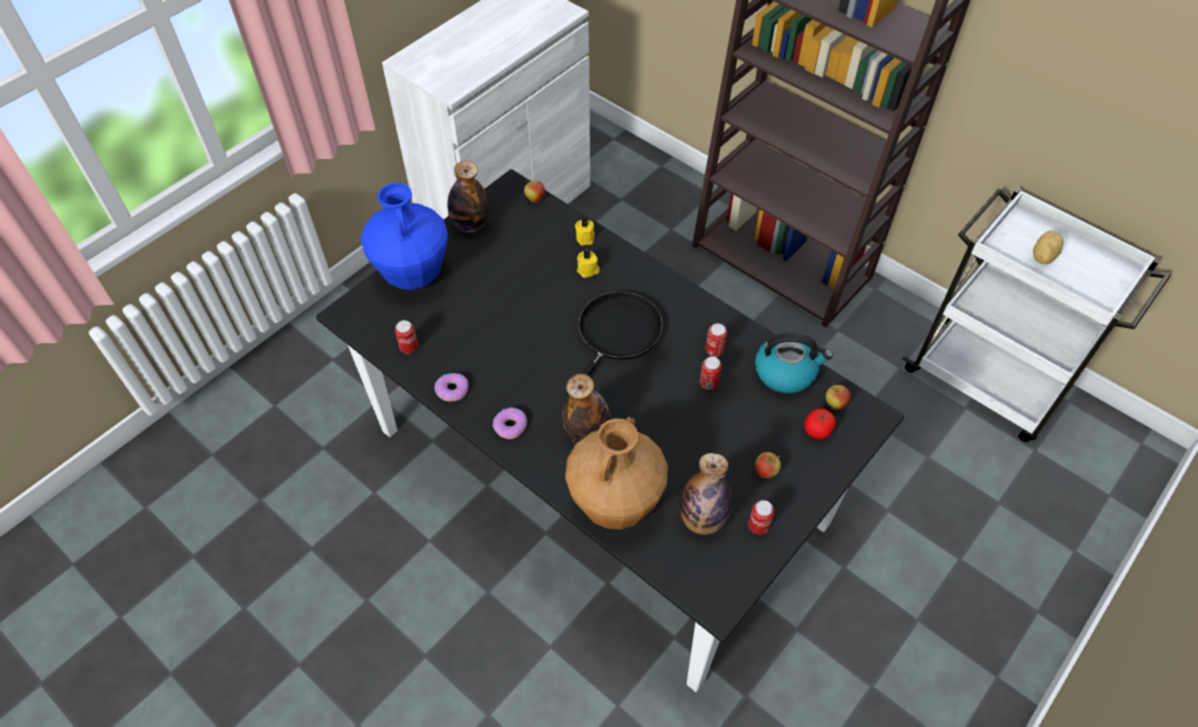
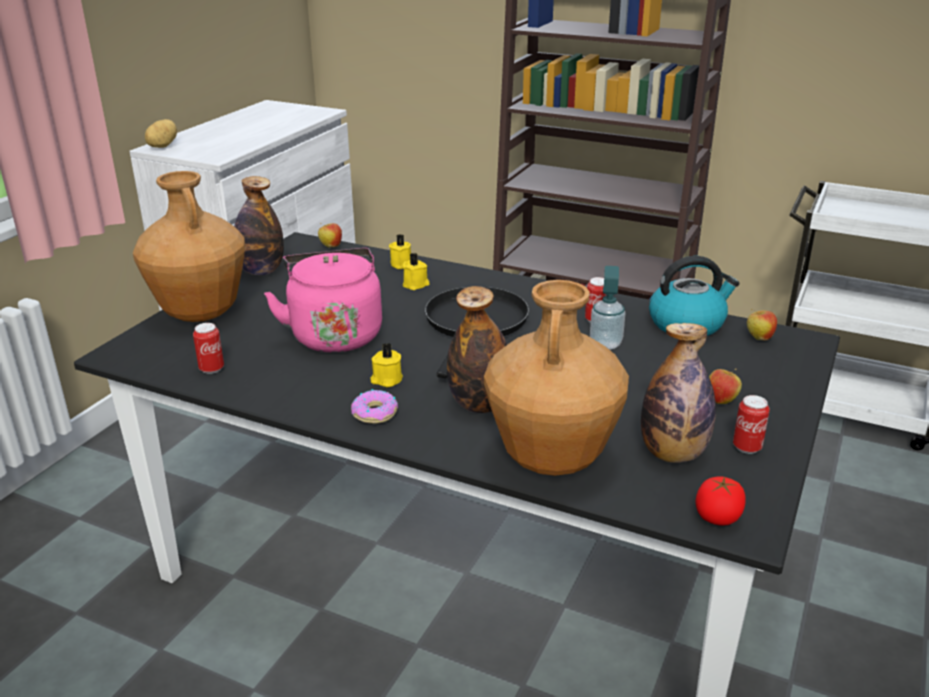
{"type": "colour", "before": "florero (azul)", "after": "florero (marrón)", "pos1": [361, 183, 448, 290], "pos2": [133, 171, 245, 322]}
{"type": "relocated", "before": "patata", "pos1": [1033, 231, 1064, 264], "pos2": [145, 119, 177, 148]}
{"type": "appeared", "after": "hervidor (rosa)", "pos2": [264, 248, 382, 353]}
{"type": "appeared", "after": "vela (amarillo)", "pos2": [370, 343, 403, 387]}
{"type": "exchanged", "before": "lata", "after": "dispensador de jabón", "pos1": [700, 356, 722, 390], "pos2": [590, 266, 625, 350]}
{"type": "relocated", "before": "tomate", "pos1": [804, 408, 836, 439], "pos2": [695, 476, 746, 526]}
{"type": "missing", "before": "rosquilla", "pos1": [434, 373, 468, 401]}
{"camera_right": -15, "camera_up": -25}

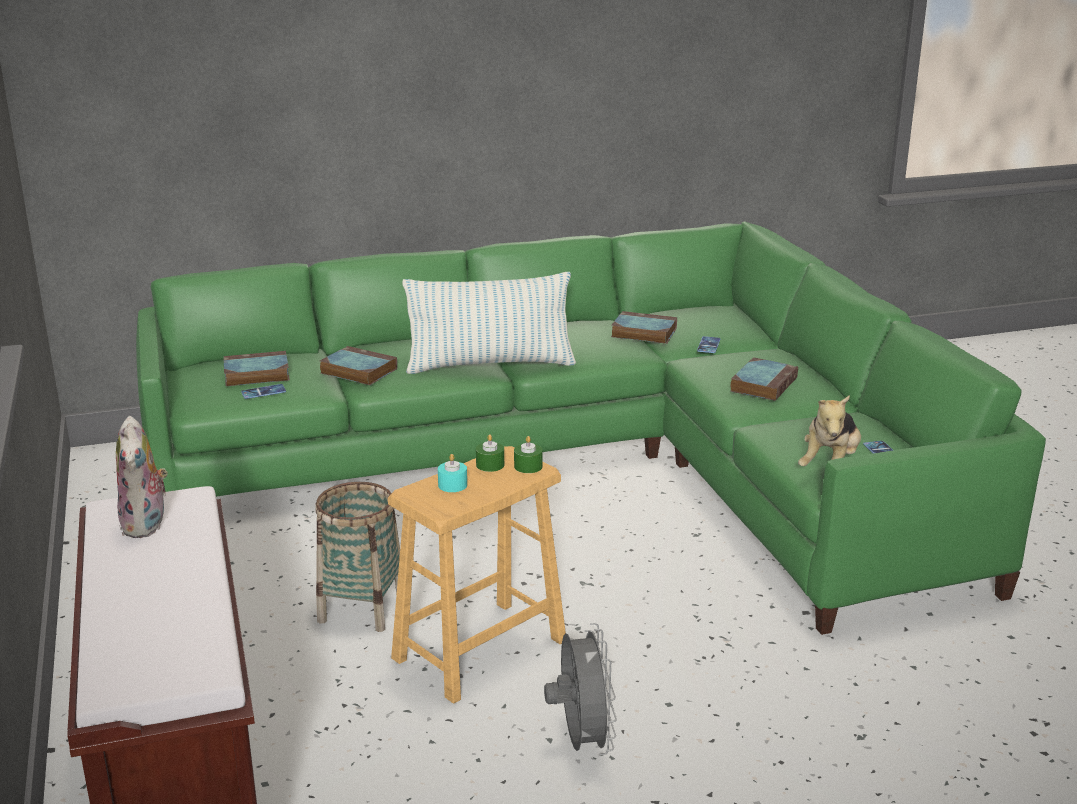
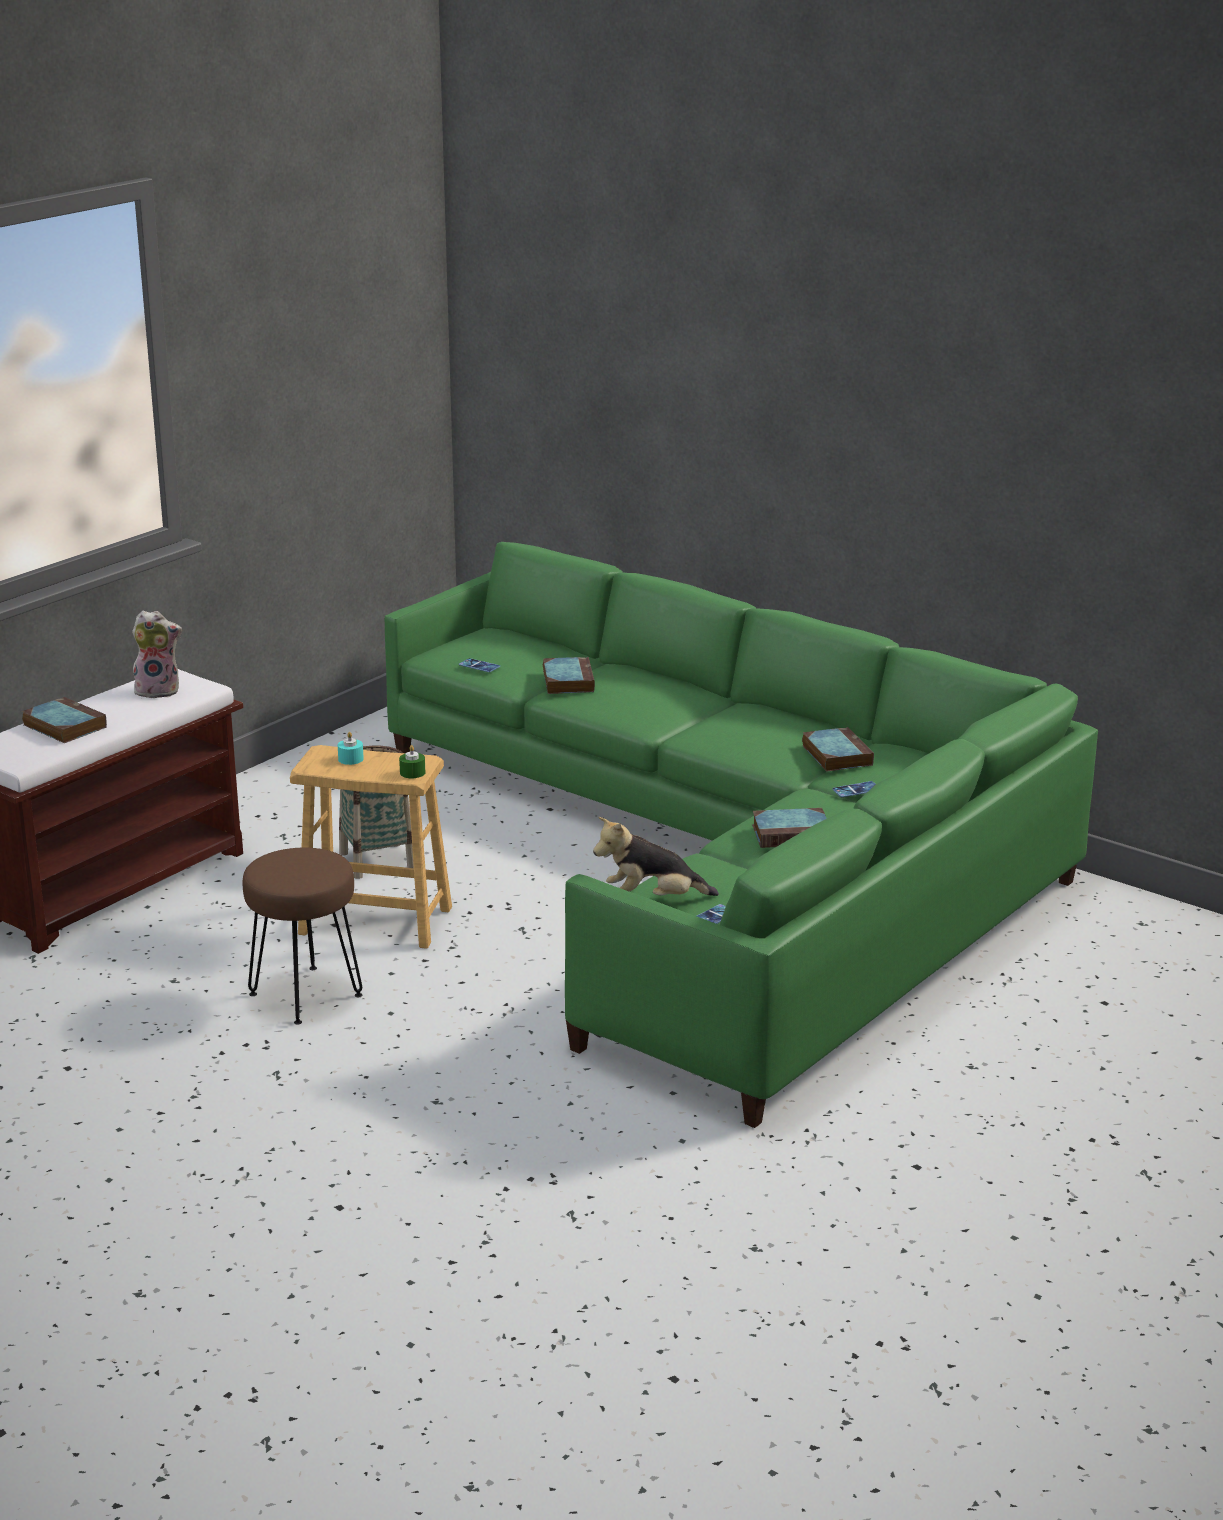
{"type": "relocated", "before": "libro", "pos1": [223, 351, 290, 386], "pos2": [22, 697, 107, 743]}
{"type": "spun", "before": "peluche", "pos1": [116, 416, 168, 538], "pos2": [132, 611, 182, 698], "turn": -135}
{"type": "exchanged", "before": "ventilador (gris)", "after": "taburete (marrón)", "pos1": [544, 623, 617, 755], "pos2": [243, 848, 362, 1025]}
{"type": "missing", "before": "cojín", "pos1": [402, 272, 576, 374]}
{"type": "missing", "before": "vela (verde)", "pos1": [476, 434, 504, 472]}
{"camera_right": 55, "camera_up": 0}

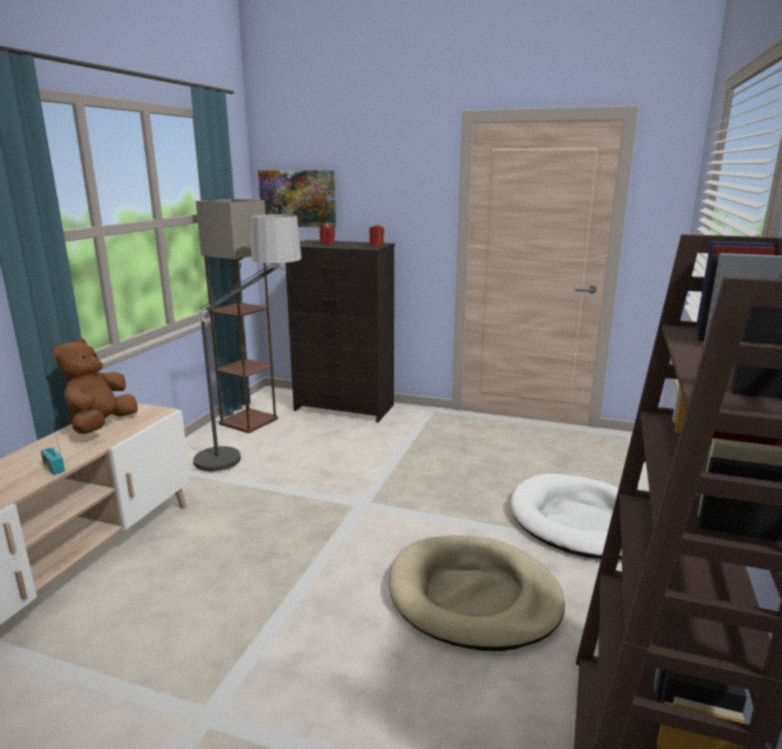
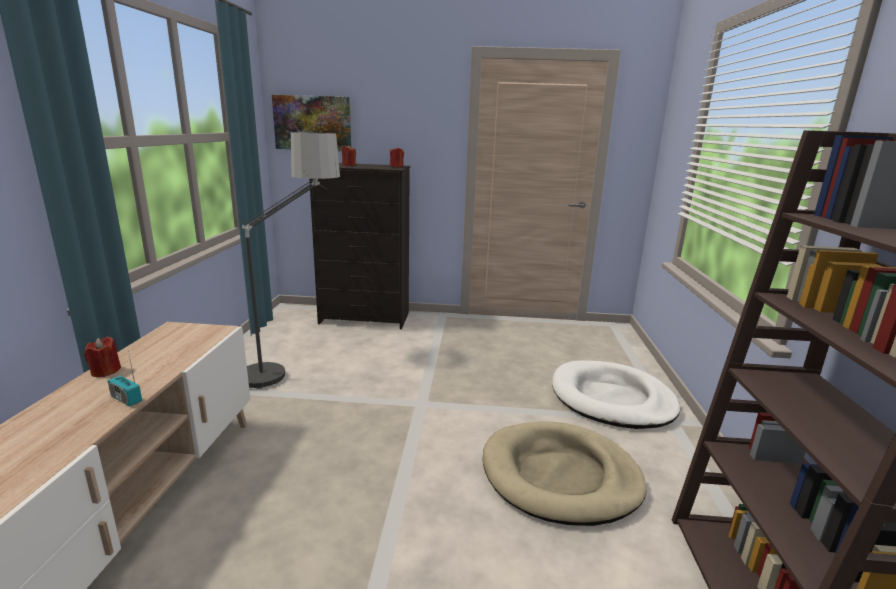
{"type": "appeared", "after": "vela (rojo)", "pos2": [84, 337, 121, 377]}
{"type": "missing", "before": "peluche (marrón)", "pos1": [53, 338, 138, 434]}
{"type": "missing", "before": "lámpara de pie", "pos1": [196, 199, 278, 433]}
{"camera_right": -15, "camera_up": 0}

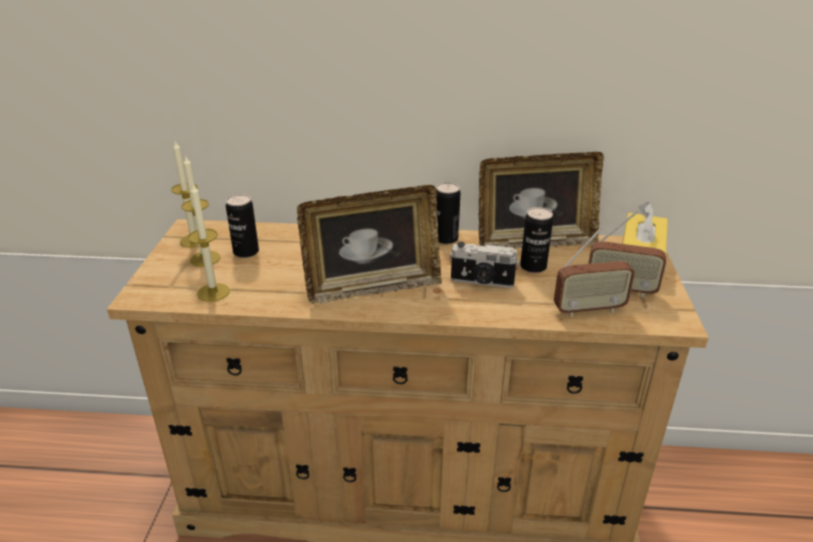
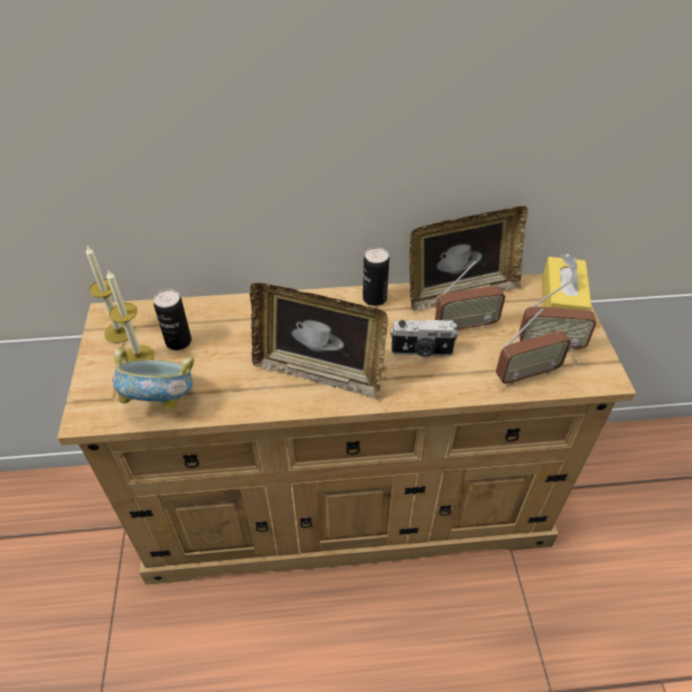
{"type": "exchanged", "before": "vela", "after": "cuenco", "pos1": [188, 184, 230, 302], "pos2": [112, 347, 194, 410]}
{"type": "spun", "before": "portarretratos", "pos1": [297, 185, 442, 304], "pos2": [250, 283, 388, 400], "turn": 45}
{"type": "exchanged", "before": "lata", "after": "radio", "pos1": [520, 207, 553, 273], "pos2": [435, 261, 505, 330]}
{"camera_right": -10, "camera_up": 15}

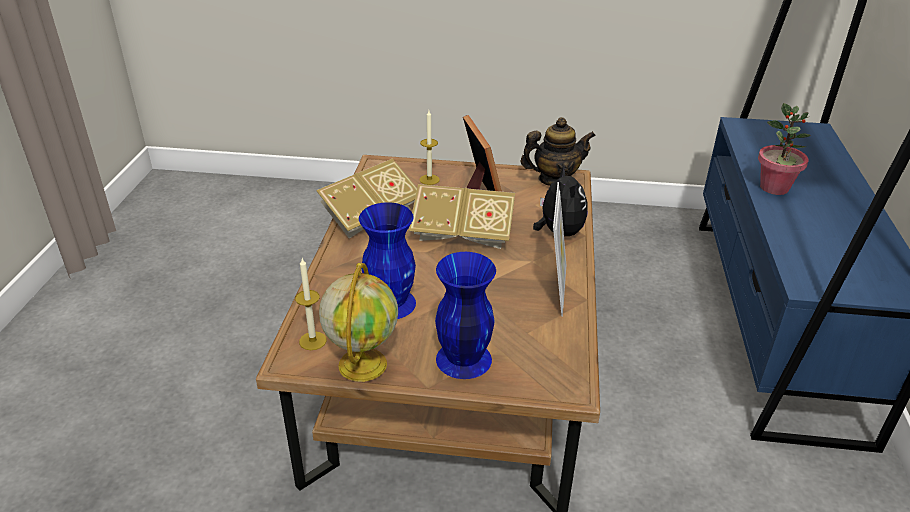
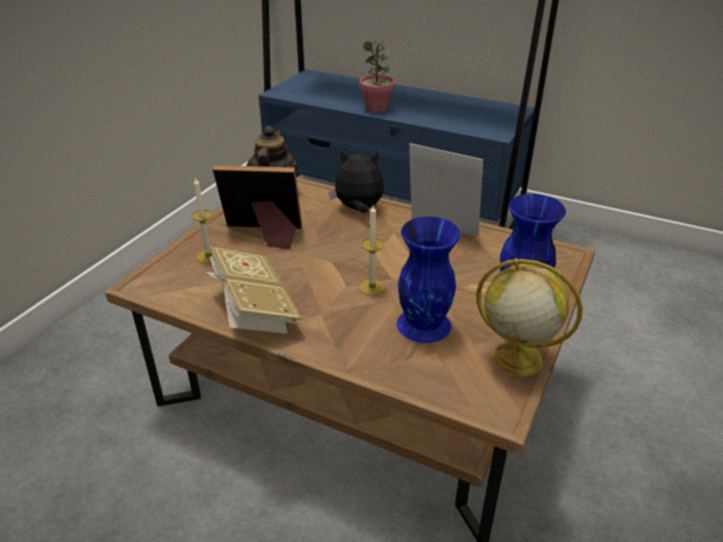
{"type": "relocated", "before": "vela", "pos1": [295, 258, 327, 350], "pos2": [359, 206, 385, 295]}
{"type": "missing", "before": "libro", "pos1": [409, 184, 515, 249]}
{"camera_right": -70, "camera_up": 0}

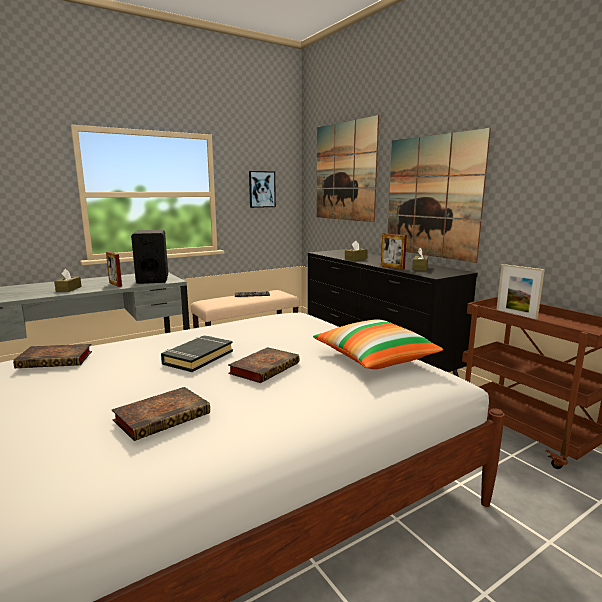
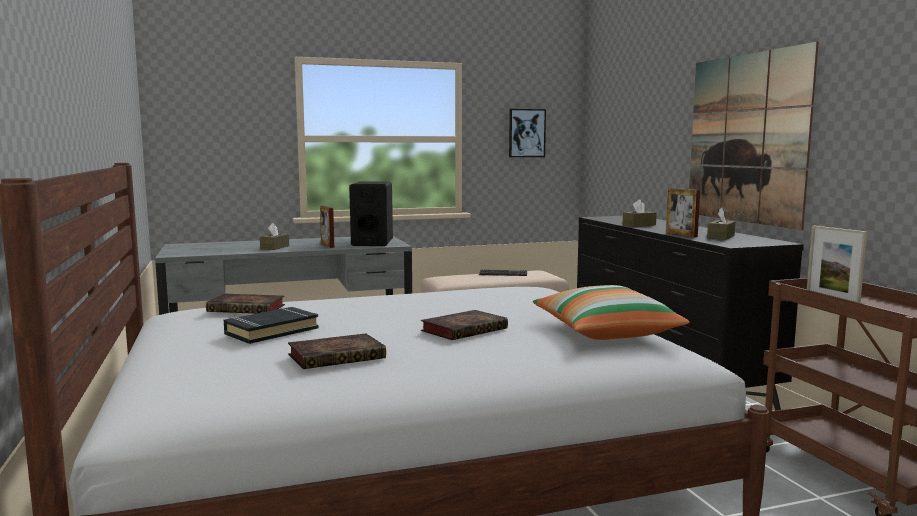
{"type": "relocated", "before": "libro (negro)", "pos1": [161, 335, 233, 372], "pos2": [224, 307, 319, 344]}
{"type": "missing", "before": "cuadro", "pos1": [316, 115, 379, 222]}
{"camera_right": 15, "camera_up": -5}

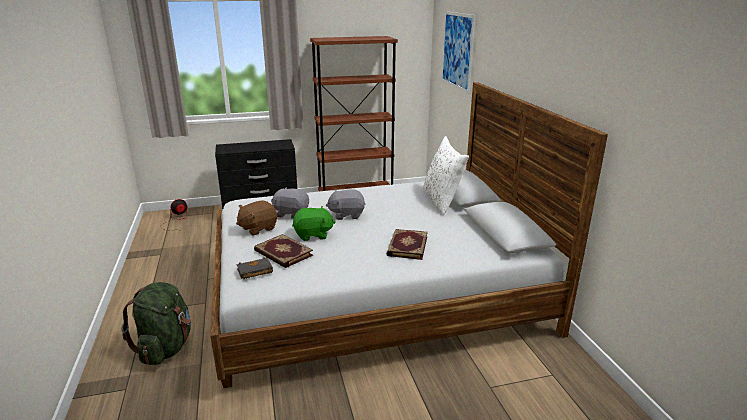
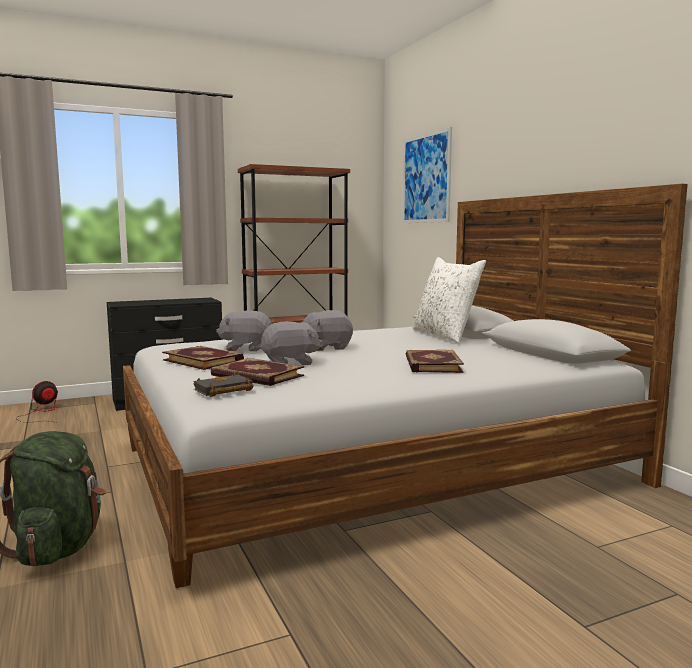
{"type": "exchanged", "before": "peluche (marrón)", "after": "libro", "pos1": [236, 200, 277, 235], "pos2": [162, 346, 244, 370]}
{"type": "colour", "before": "peluche (verde)", "after": "peluche (gris)", "pos1": [292, 206, 335, 241], "pos2": [260, 321, 322, 365]}
{"camera_right": -10, "camera_up": -15}

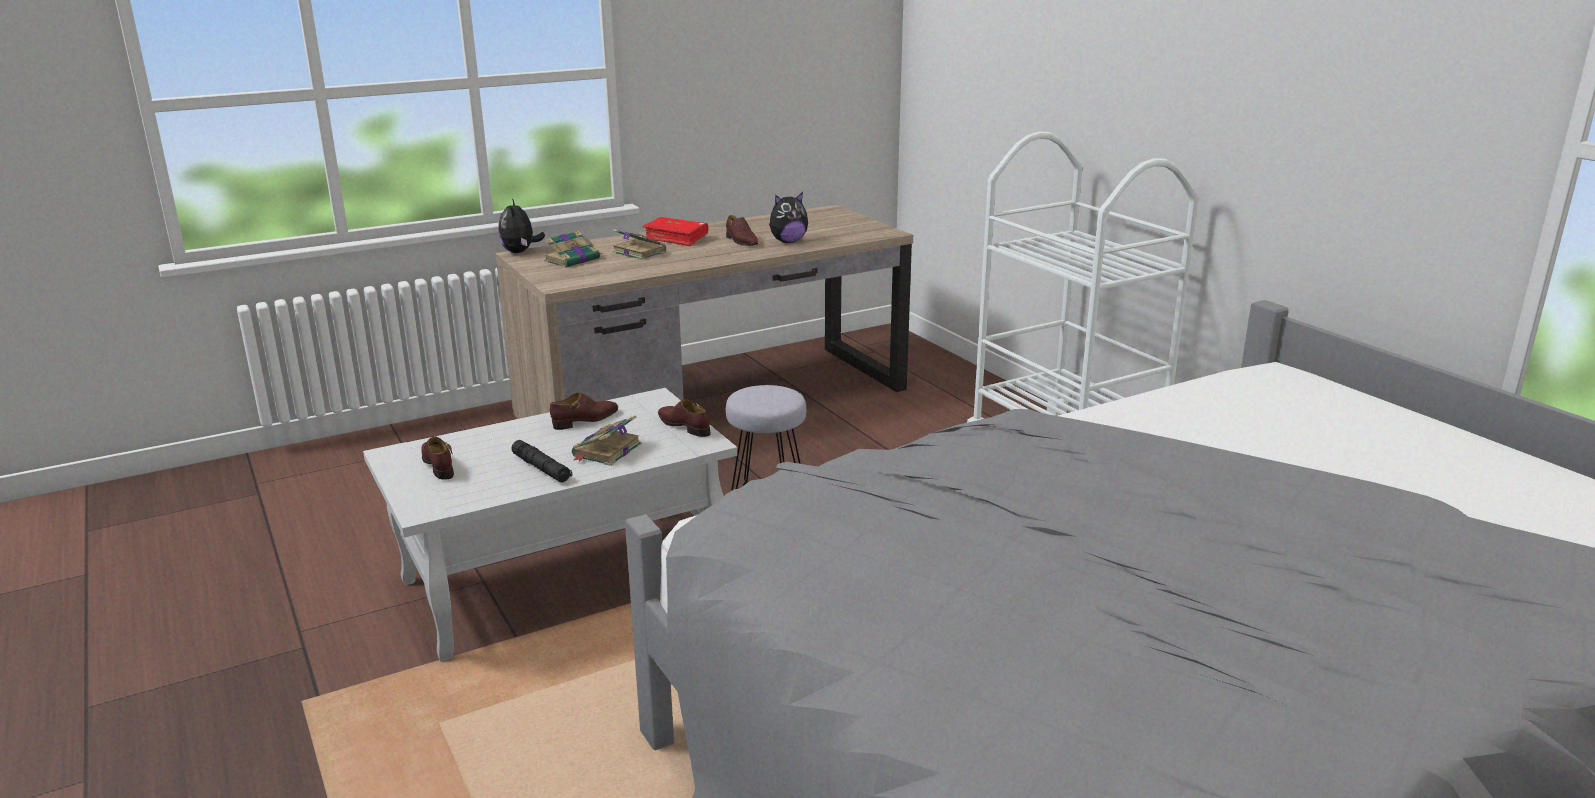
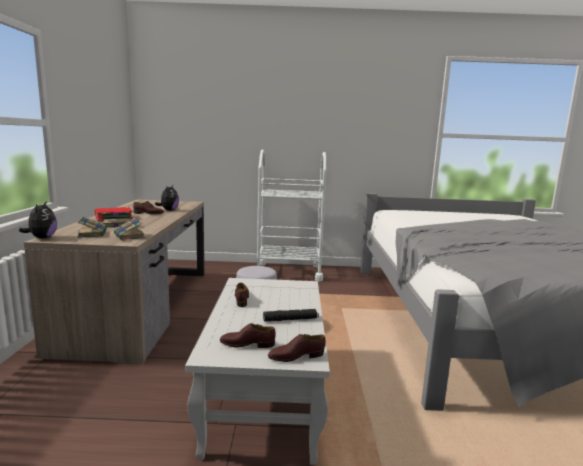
{"type": "spun", "before": "peluche", "pos1": [498, 199, 545, 253], "pos2": [19, 202, 57, 239], "turn": -120}
{"type": "relocated", "before": "libro", "pos1": [572, 416, 642, 466], "pos2": [114, 218, 145, 240]}
{"type": "relocated", "before": "zapato (marrón)", "pos1": [658, 399, 711, 437], "pos2": [268, 334, 326, 362]}
{"camera_right": -60, "camera_up": -10}

